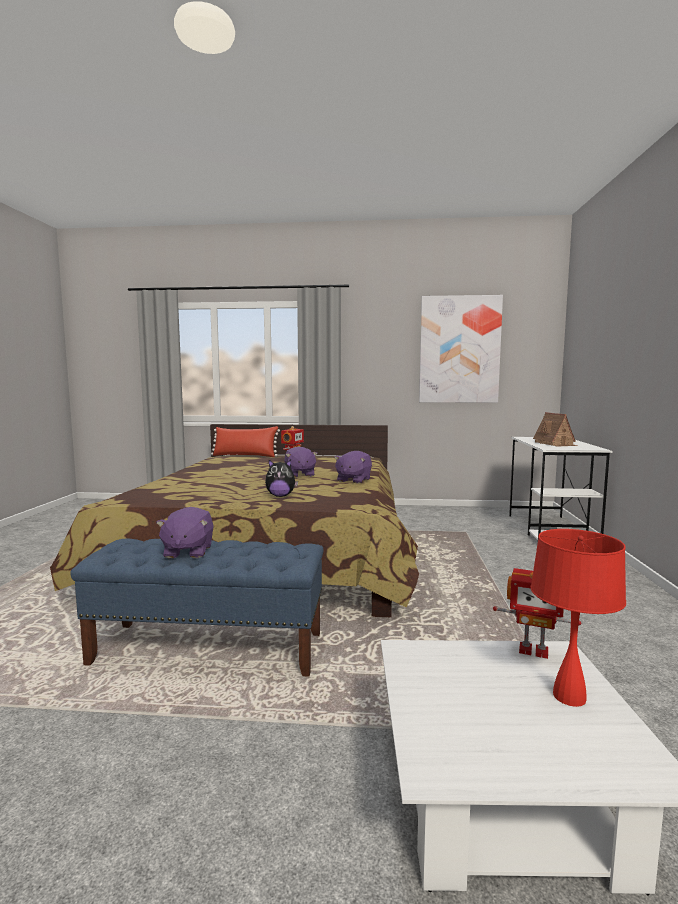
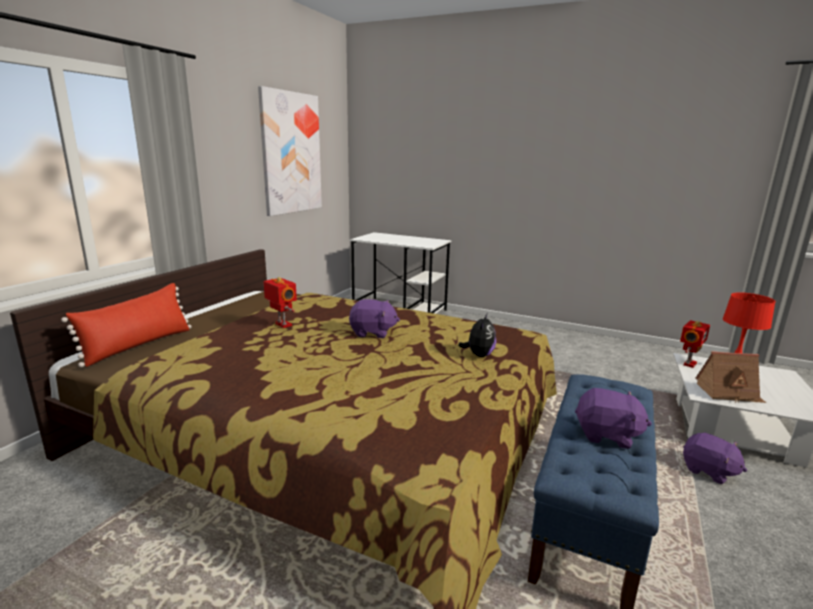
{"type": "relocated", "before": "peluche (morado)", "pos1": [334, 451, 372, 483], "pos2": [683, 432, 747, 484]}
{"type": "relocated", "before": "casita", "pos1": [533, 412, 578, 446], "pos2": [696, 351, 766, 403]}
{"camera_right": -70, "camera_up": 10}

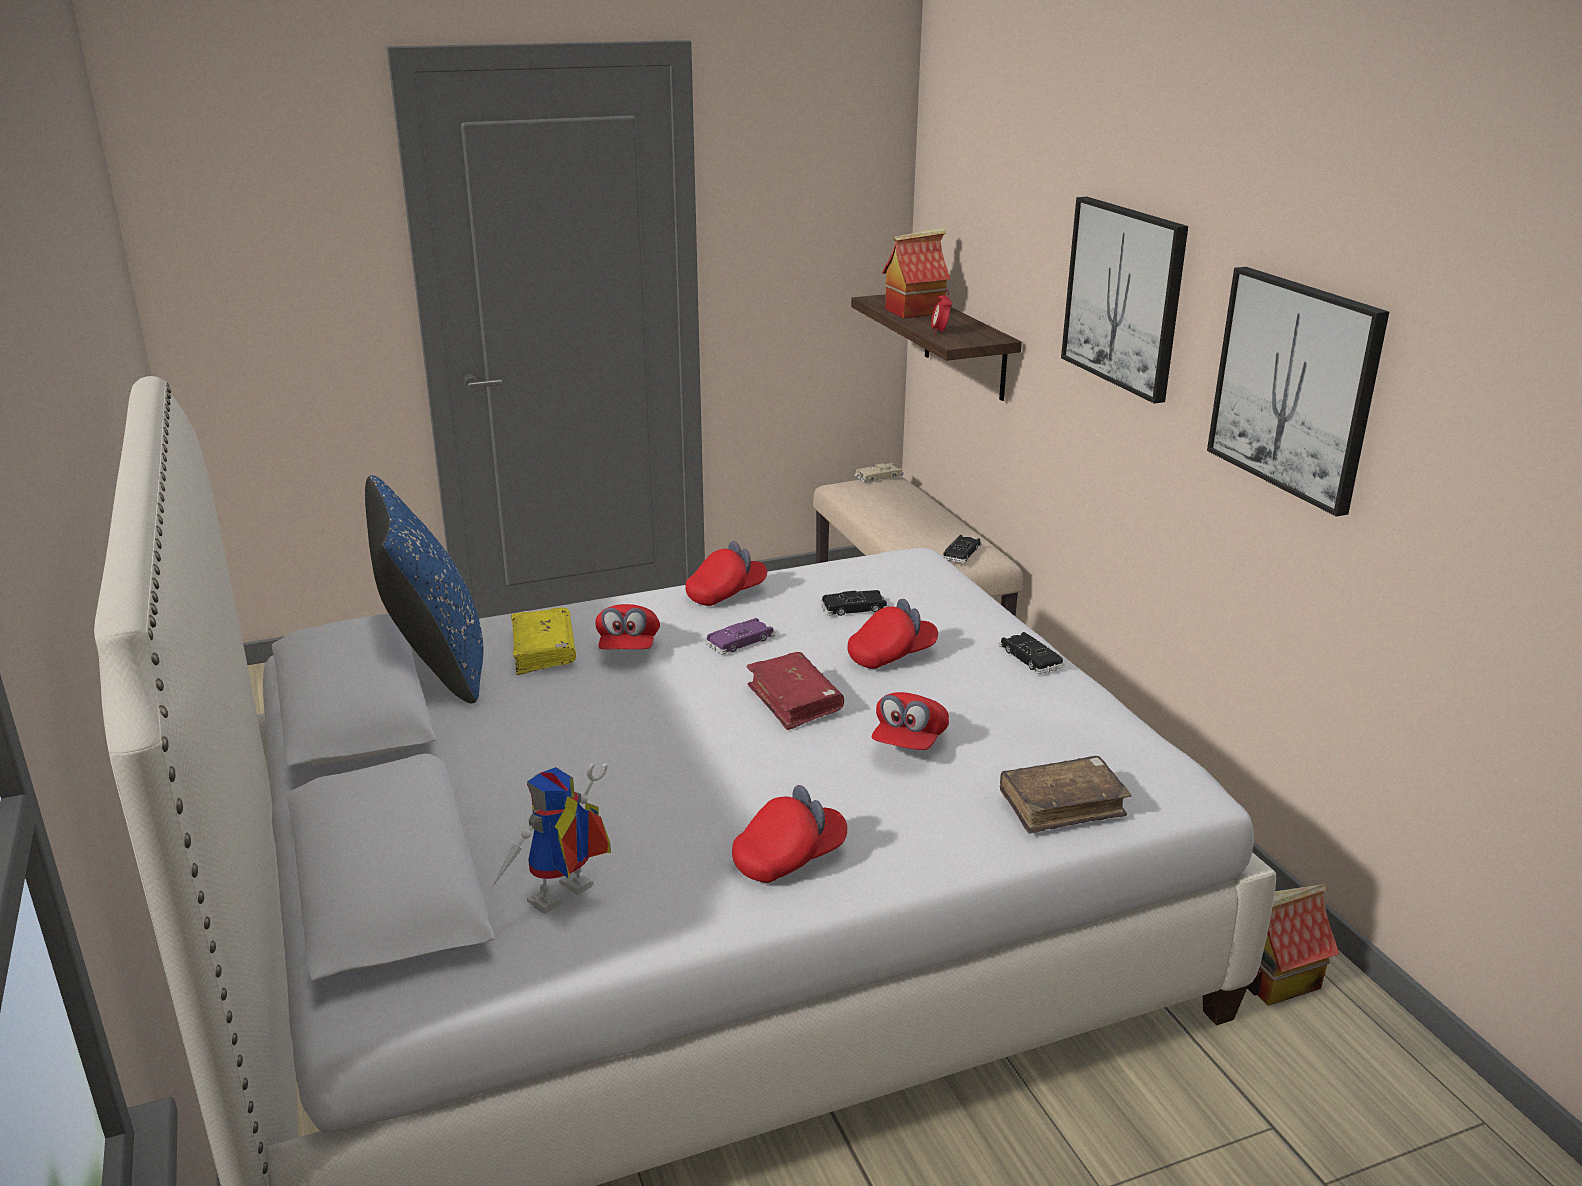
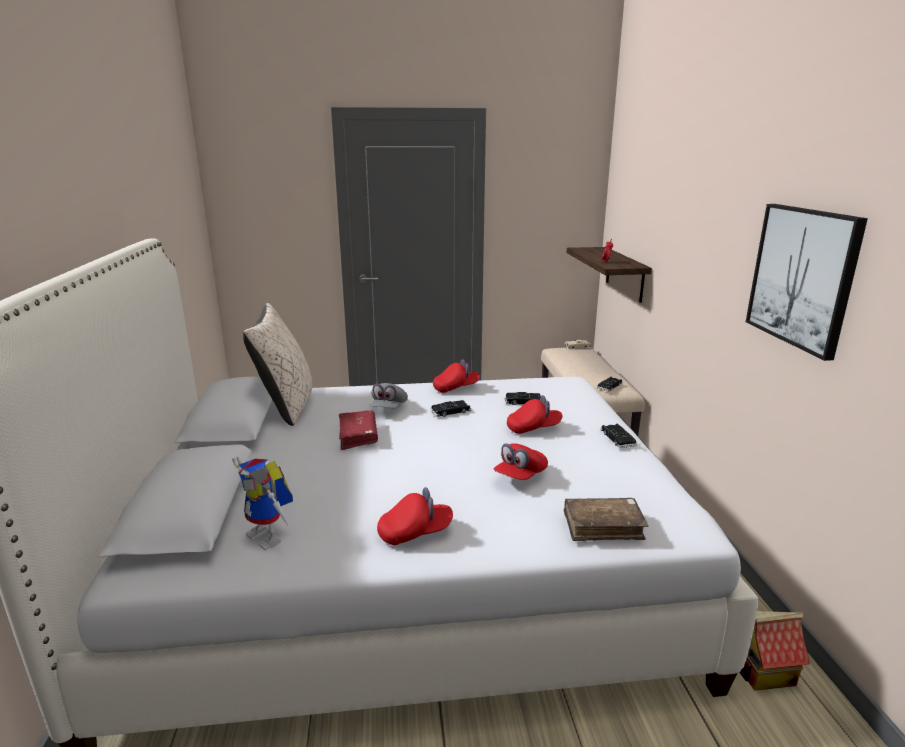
{"type": "spun", "before": "robot de juguete", "pos1": [493, 763, 611, 914], "pos2": [232, 456, 293, 550], "turn": -105}
{"type": "colour", "before": "cojín (azul)", "after": "cojín (beis)", "pos1": [365, 475, 483, 703], "pos2": [243, 303, 312, 426]}
{"type": "relocated", "before": "libro (rojo)", "pos1": [747, 652, 844, 730], "pos2": [339, 410, 378, 450]}
{"type": "colour", "before": "gorra (rojo)", "after": "gorra (gris)", "pos1": [595, 604, 660, 649], "pos2": [369, 383, 408, 408]}
{"type": "colour", "before": "coche de juguete (morado)", "after": "coche de juguete (negro)", "pos1": [705, 618, 776, 655], "pos2": [430, 400, 471, 417]}
{"type": "missing", "before": "libro (amarillo)", "pos1": [511, 607, 576, 675]}
{"type": "missing", "before": "casita", "pos1": [882, 227, 950, 318]}
{"type": "missing", "before": "cuadro", "pos1": [1061, 197, 1188, 404]}
{"camera_right": 15, "camera_up": -5}

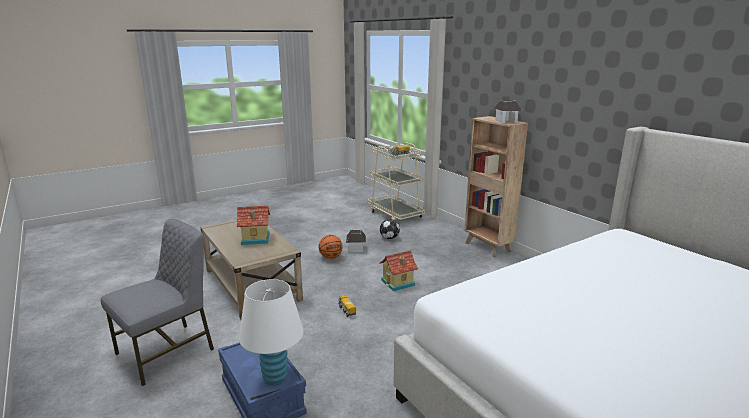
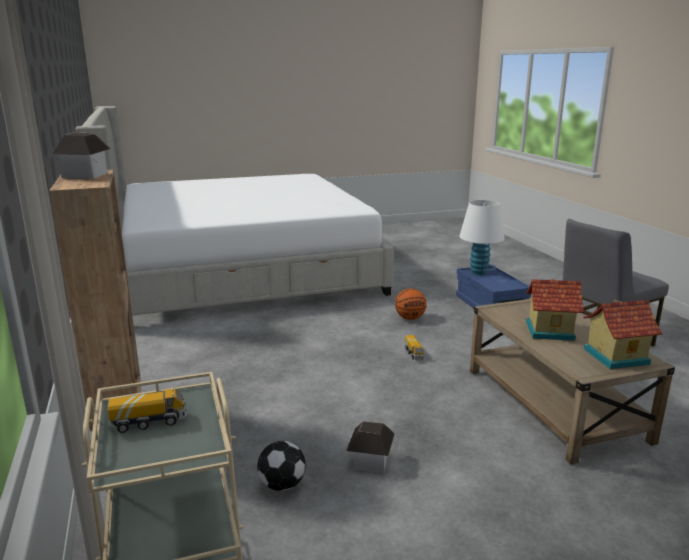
{"type": "relocated", "before": "balón de baloncesto", "pos1": [319, 235, 343, 259], "pos2": [395, 289, 427, 320]}
{"type": "relocated", "before": "casita", "pos1": [379, 250, 418, 291], "pos2": [583, 300, 663, 369]}
{"camera_right": -165, "camera_up": 0}

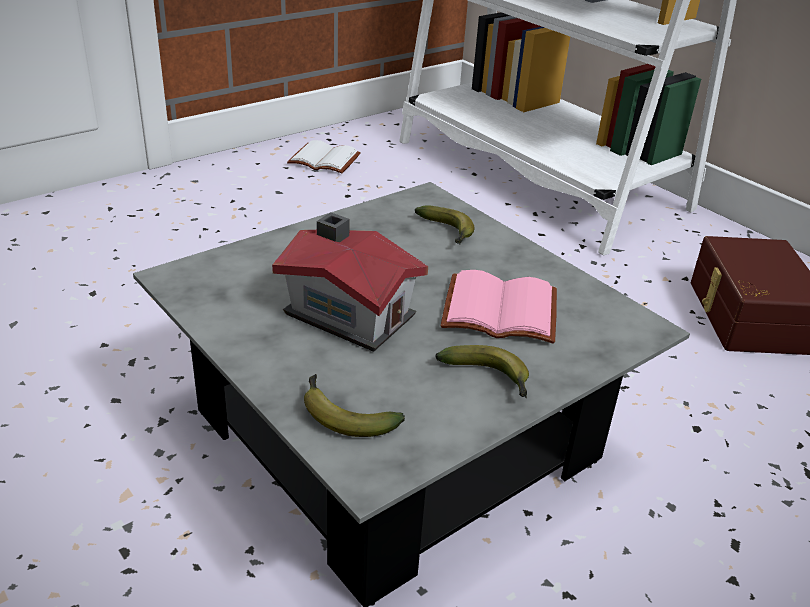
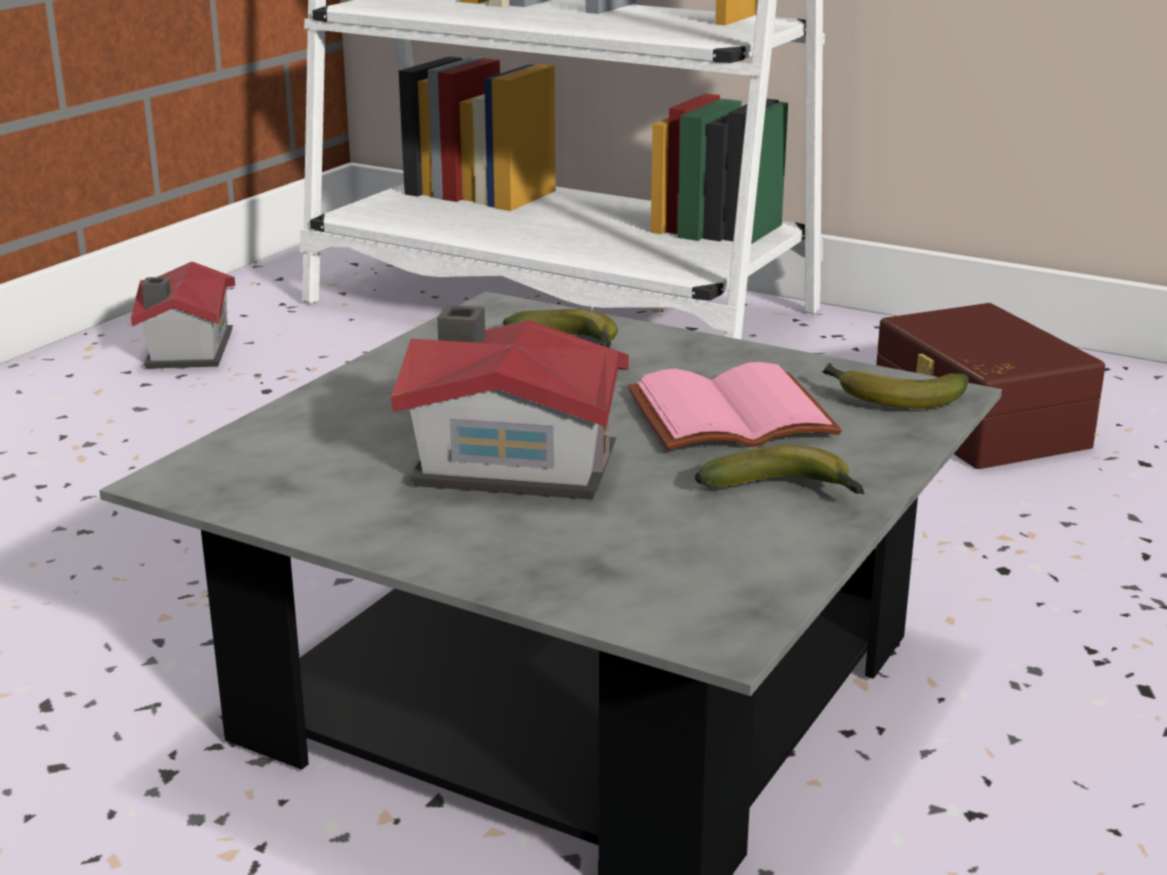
{"type": "exchanged", "before": "libro (blanco)", "after": "casita", "pos1": [287, 140, 361, 174], "pos2": [131, 262, 235, 369]}
{"type": "relocated", "before": "plátano", "pos1": [304, 374, 405, 437], "pos2": [822, 363, 969, 409]}
{"camera_right": -20, "camera_up": -10}

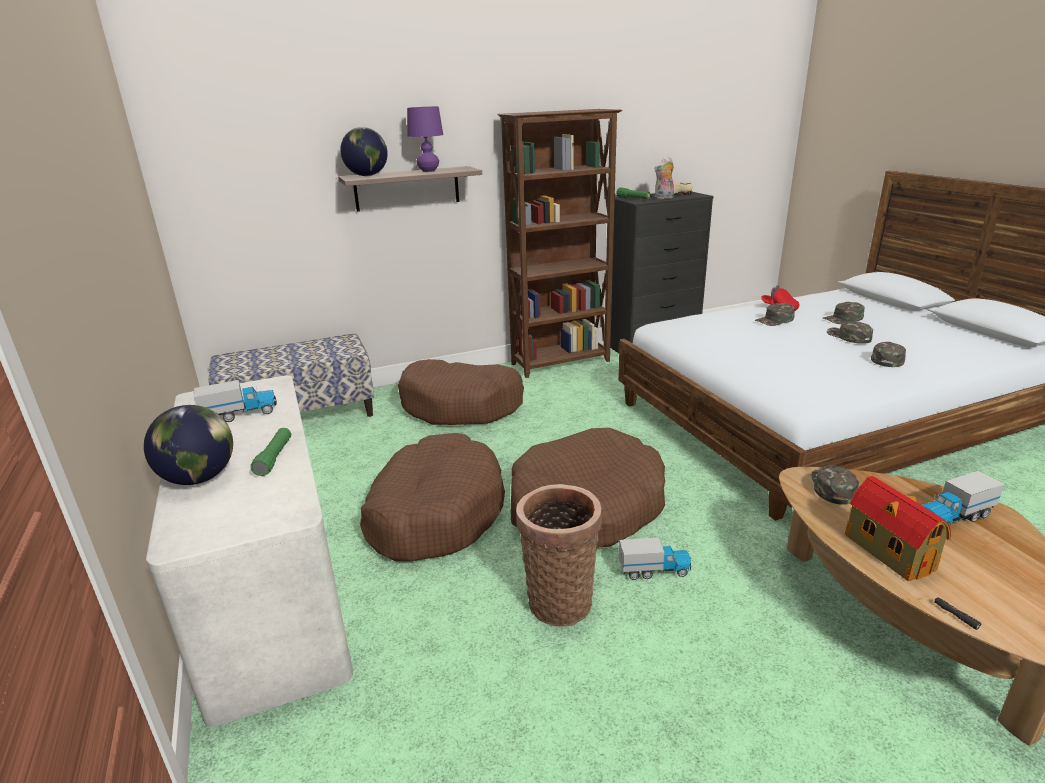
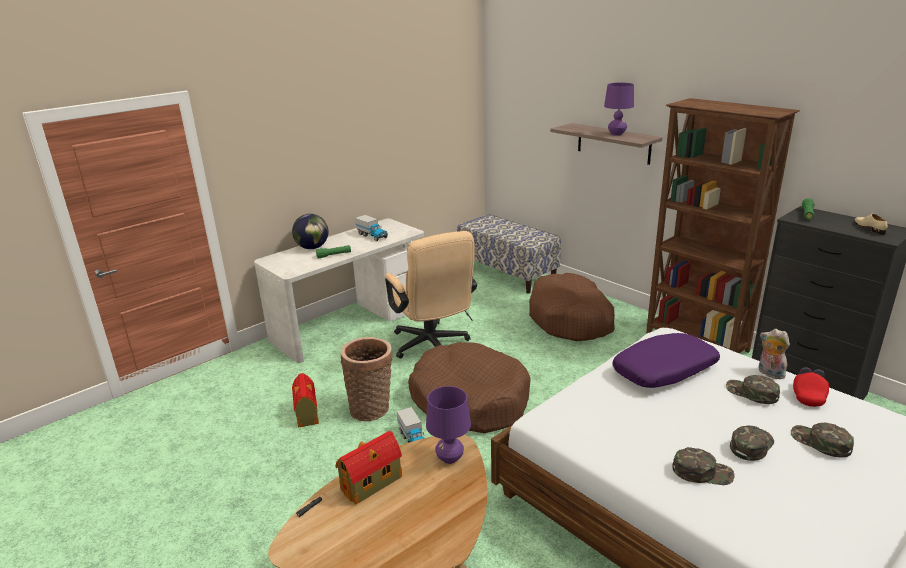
{"type": "appeared", "after": "casita", "pos2": [292, 373, 319, 427]}
{"type": "exchanged", "before": "cama para perro (marrón)", "after": "silla de oficina (beis)", "pos1": [360, 433, 505, 562], "pos2": [385, 231, 477, 359]}
{"type": "exchanged", "before": "gorra (verde)", "after": "lámpara de mesa (morado)", "pos1": [811, 465, 859, 505], "pos2": [426, 386, 471, 464]}
{"type": "appeared", "after": "cojín (morado)", "pos2": [612, 333, 720, 388]}
{"type": "relocated", "before": "peluche", "pos1": [654, 157, 674, 199], "pos2": [759, 329, 790, 379]}
{"type": "missing", "before": "globo terráqueo", "pos1": [340, 127, 388, 176]}
{"type": "missing", "before": "camión de juguete", "pos1": [922, 471, 1004, 527]}
{"camera_right": 70, "camera_up": 0}

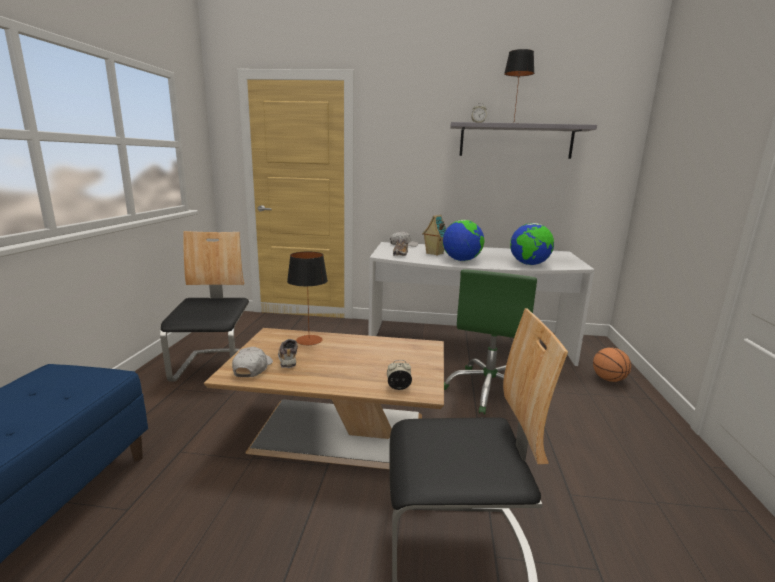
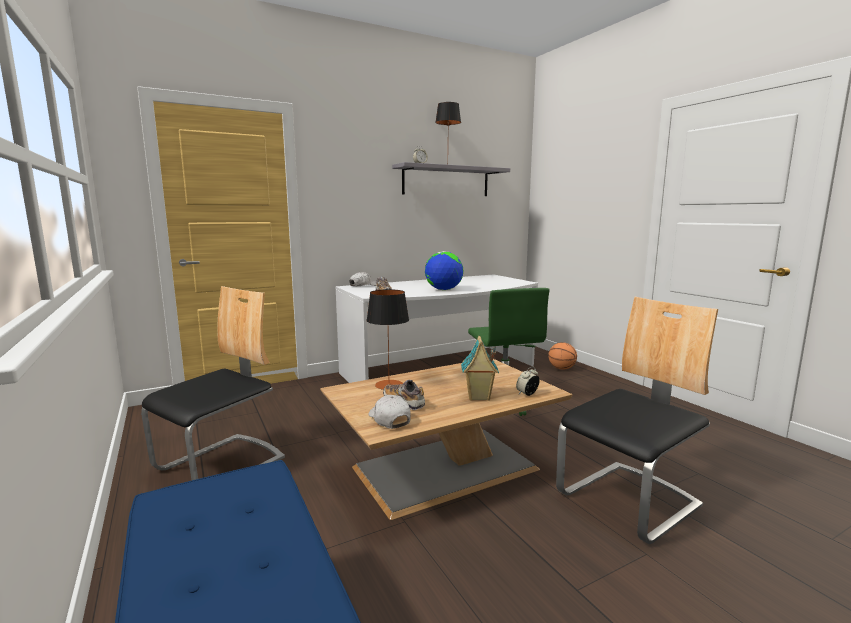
{"type": "spun", "before": "silla", "pos1": [160, 231, 249, 382], "pos2": [141, 286, 285, 480], "turn": 75}
{"type": "relocated", "before": "casita", "pos1": [422, 215, 447, 256], "pos2": [461, 336, 499, 401]}
{"type": "missing", "before": "globo terráqueo", "pos1": [510, 223, 554, 265]}
{"camera_right": -35, "camera_up": -5}

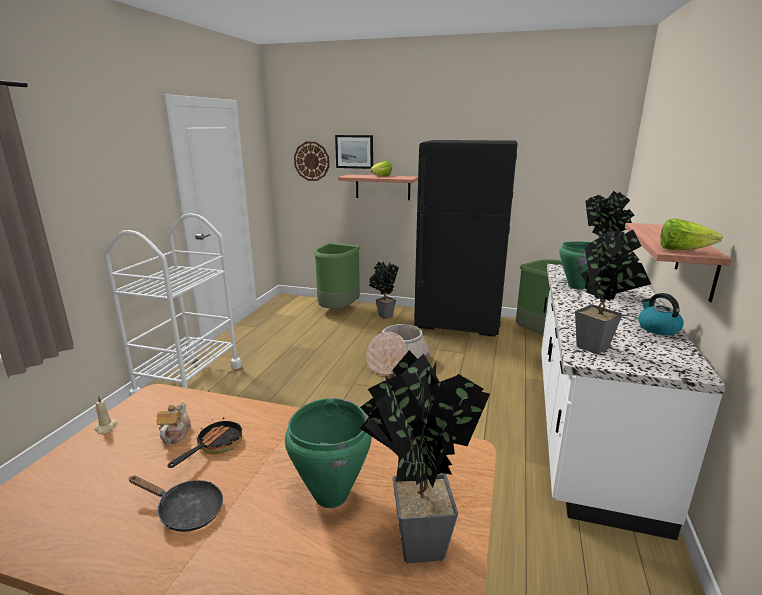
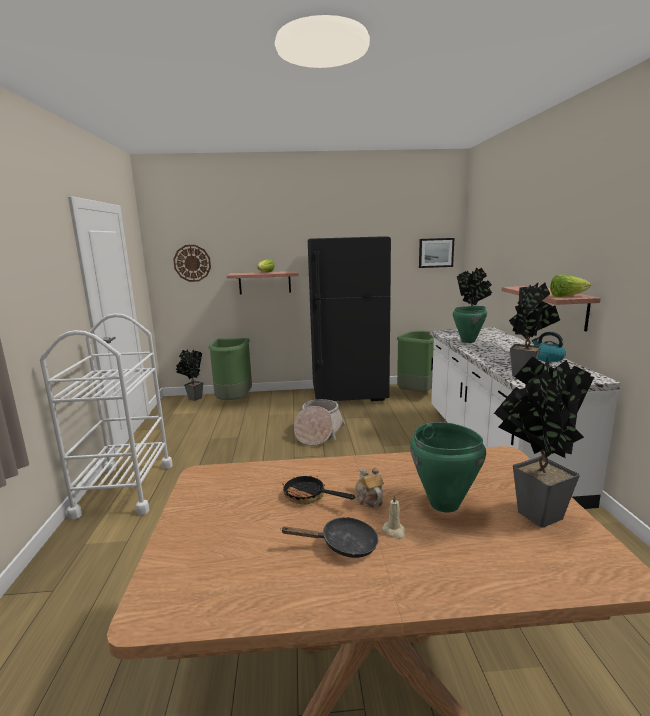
{"type": "relocated", "before": "planta en maceta", "pos1": [369, 262, 399, 319], "pos2": [176, 349, 203, 401]}
{"type": "spun", "before": "sartén", "pos1": [168, 417, 242, 468], "pos2": [282, 476, 355, 505], "turn": -60}
{"type": "relocated", "before": "tetera", "pos1": [156, 402, 191, 444], "pos2": [355, 467, 384, 508]}
{"type": "relocated", "before": "vela (beis)", "pos1": [95, 395, 117, 435], "pos2": [382, 494, 405, 539]}
{"type": "relocated", "before": "cuadro", "pos1": [335, 135, 373, 169], "pos2": [419, 238, 454, 268]}
{"camera_right": -20, "camera_up": -5}

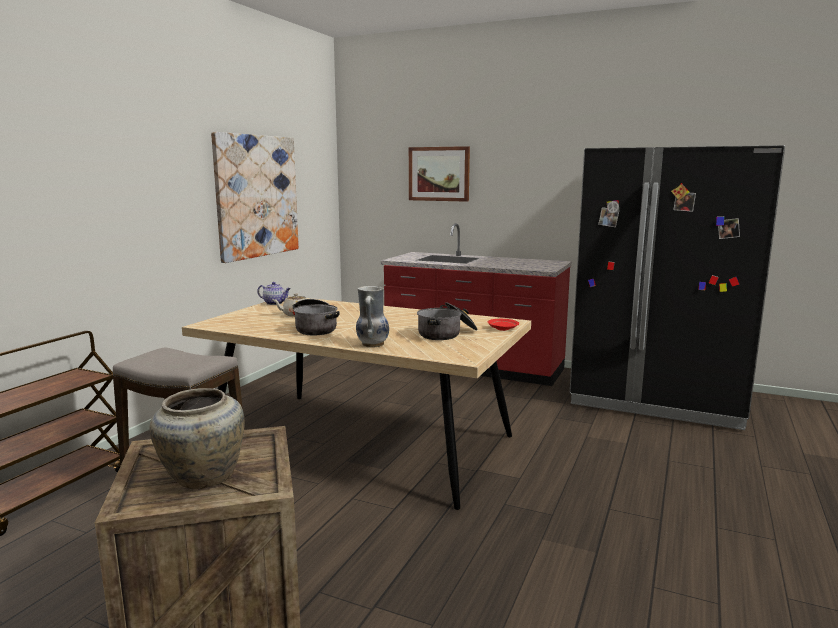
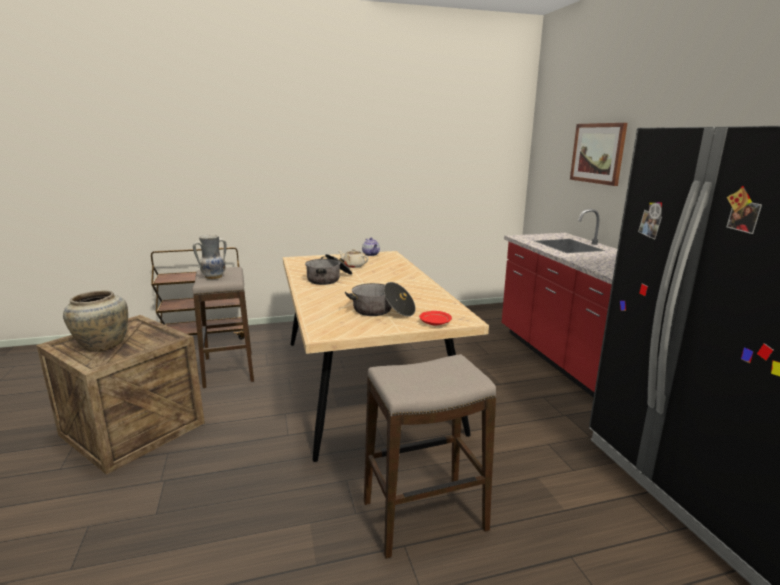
{"type": "relocated", "before": "florero", "pos1": [356, 286, 389, 348], "pos2": [193, 235, 227, 279]}
{"type": "appeared", "after": "taburete", "pos2": [364, 354, 496, 559]}
{"type": "missing", "before": "cuadro", "pos1": [211, 132, 299, 263]}
{"camera_right": 50, "camera_up": 5}

